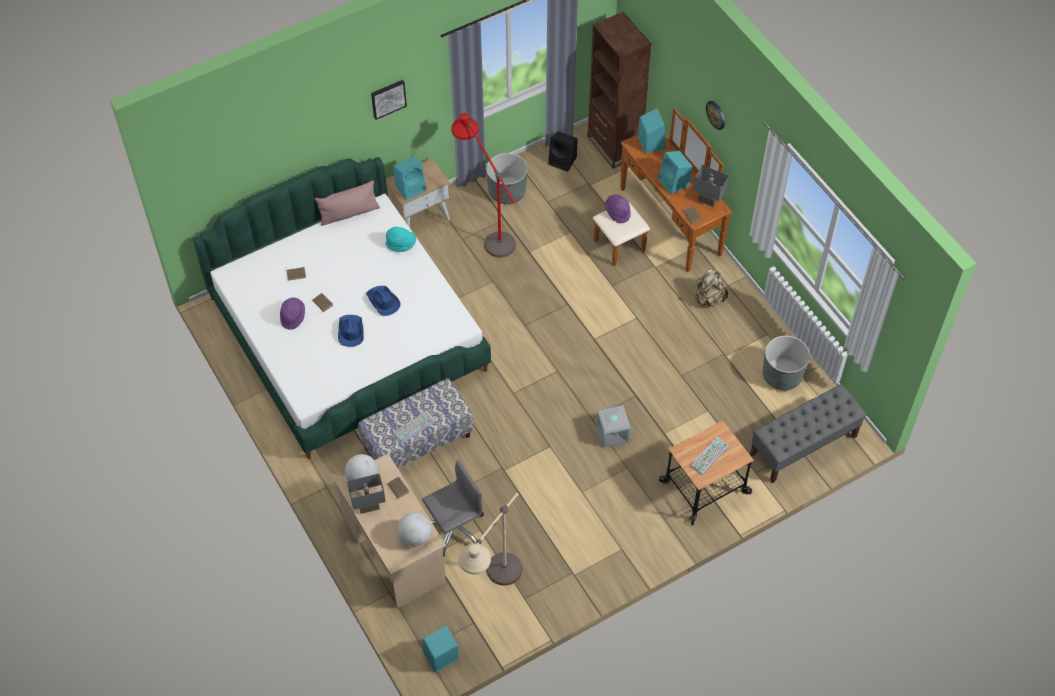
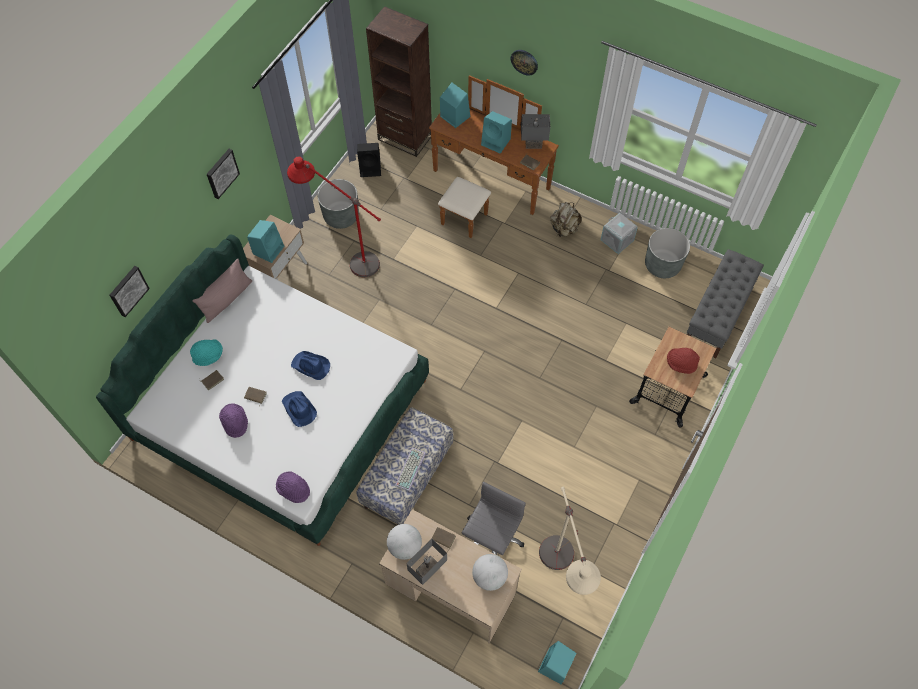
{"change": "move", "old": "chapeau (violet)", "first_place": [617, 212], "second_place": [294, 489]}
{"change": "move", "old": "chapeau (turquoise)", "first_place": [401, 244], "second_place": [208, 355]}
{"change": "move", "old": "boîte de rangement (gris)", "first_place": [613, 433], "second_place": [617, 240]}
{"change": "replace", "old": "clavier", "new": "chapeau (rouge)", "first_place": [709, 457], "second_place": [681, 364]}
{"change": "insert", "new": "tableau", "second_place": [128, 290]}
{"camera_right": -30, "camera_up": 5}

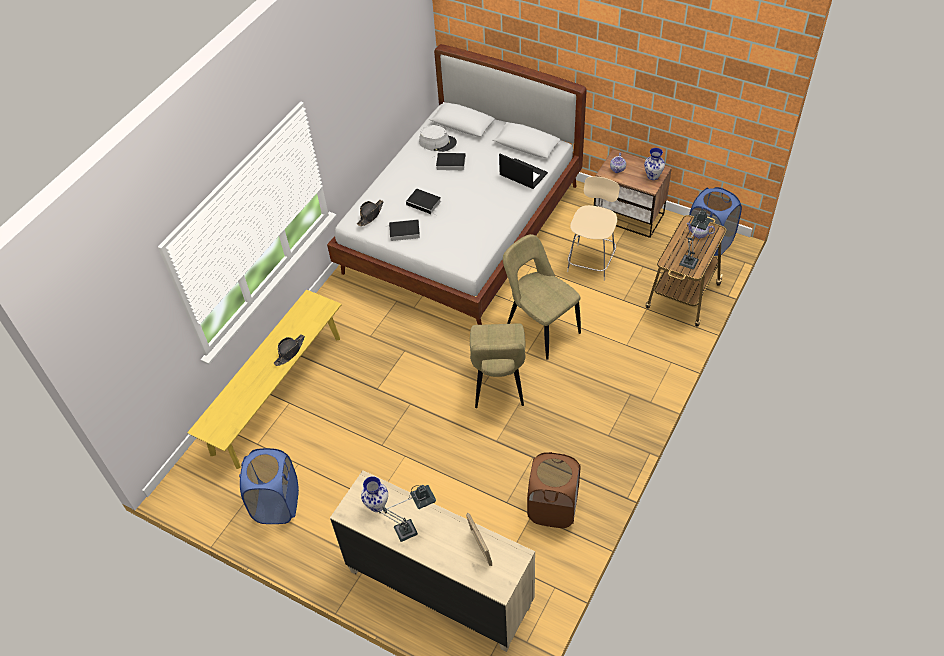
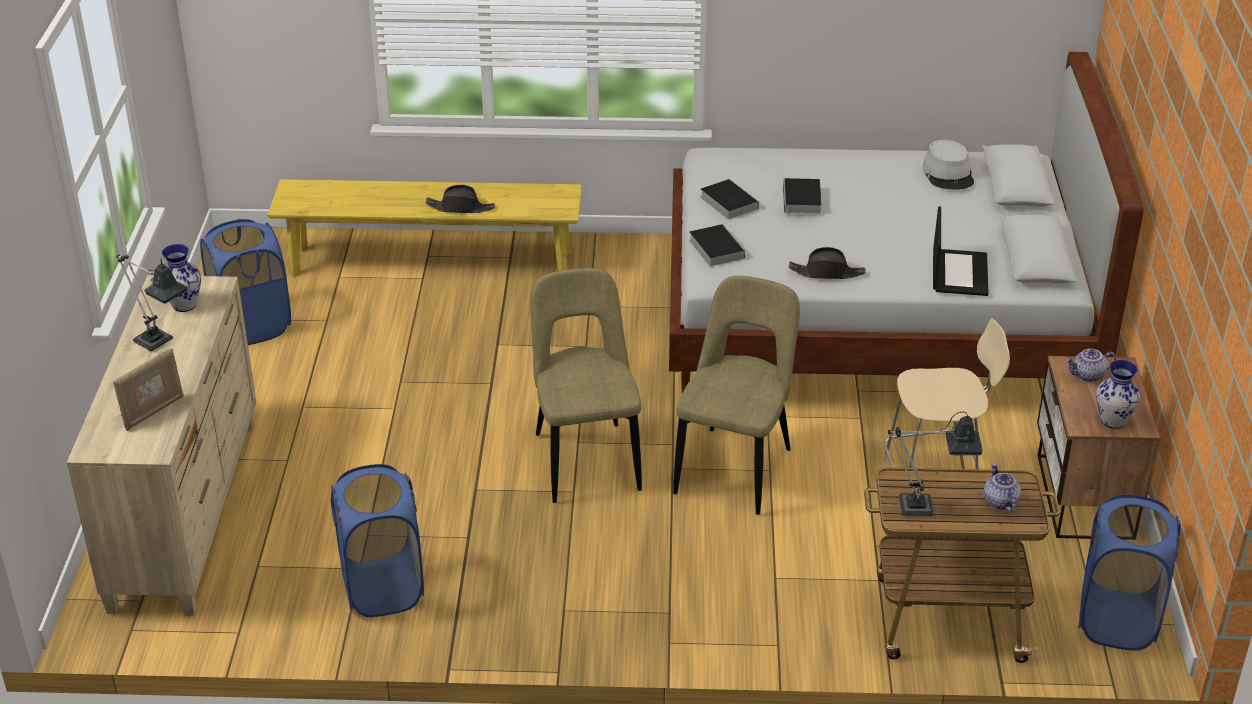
{"change": "move", "old": "livre", "first_place": [450, 163], "second_place": [715, 248]}
{"change": "move", "old": "chapeau (noir)", "first_place": [370, 215], "second_place": [827, 273]}
{"change": "rotate", "old": "chaise (beige)", "first_place": [498, 385], "second_place": [585, 458], "degrees": 105}
{"change": "recolor", "old": "panier à linge (marron)", "new": "panier à linge (bleu)", "first_place": [553, 508], "second_place": [383, 588]}
{"camera_right": 60, "camera_up": -15}

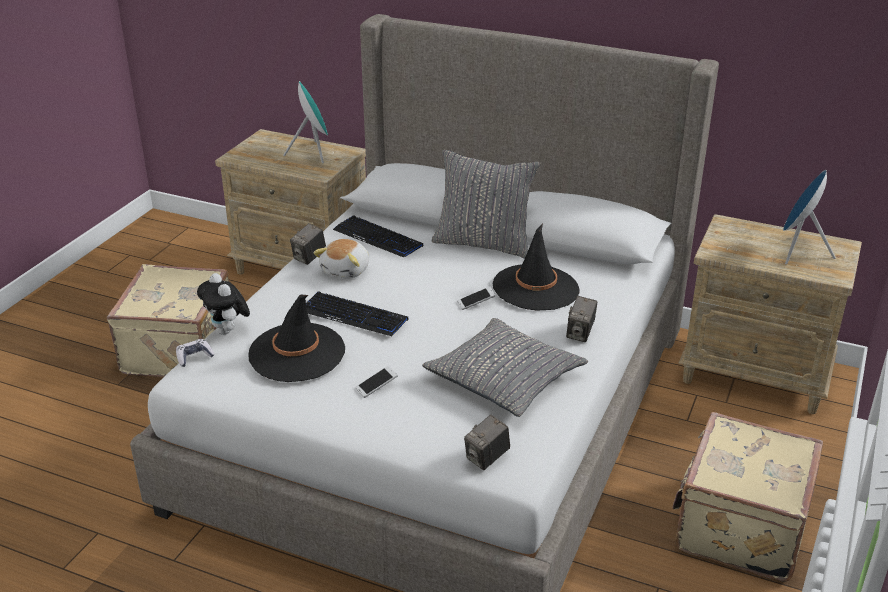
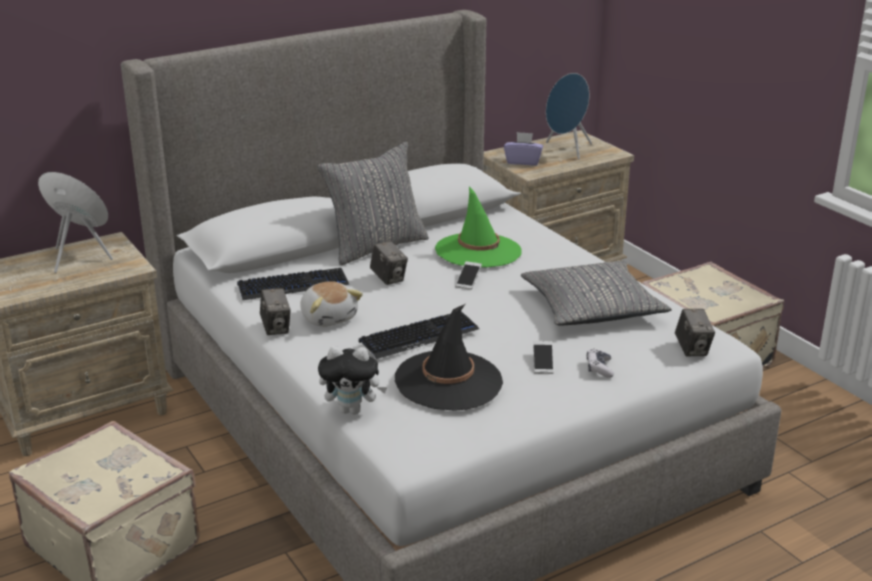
{"change": "recolor", "old": "chapeau (noir)", "new": "chapeau (vert)", "first_place": [536, 288], "second_place": [478, 251]}
{"change": "move", "old": "appareil photo", "first_place": [580, 334], "second_place": [388, 278]}
{"change": "move", "old": "manette", "first_place": [194, 357], "second_place": [599, 368]}
{"change": "insert", "new": "boîte à mouchoirs (violet)", "second_place": [523, 161]}
{"camera_right": -55, "camera_up": -5}

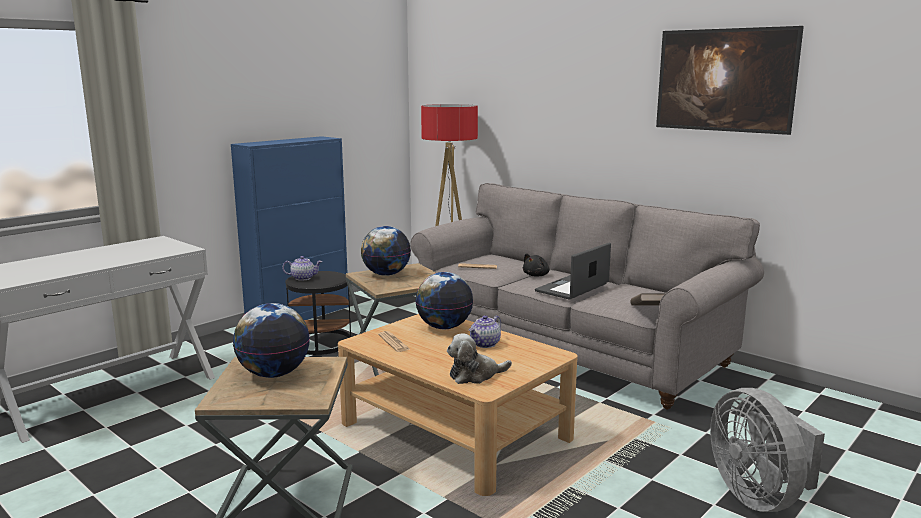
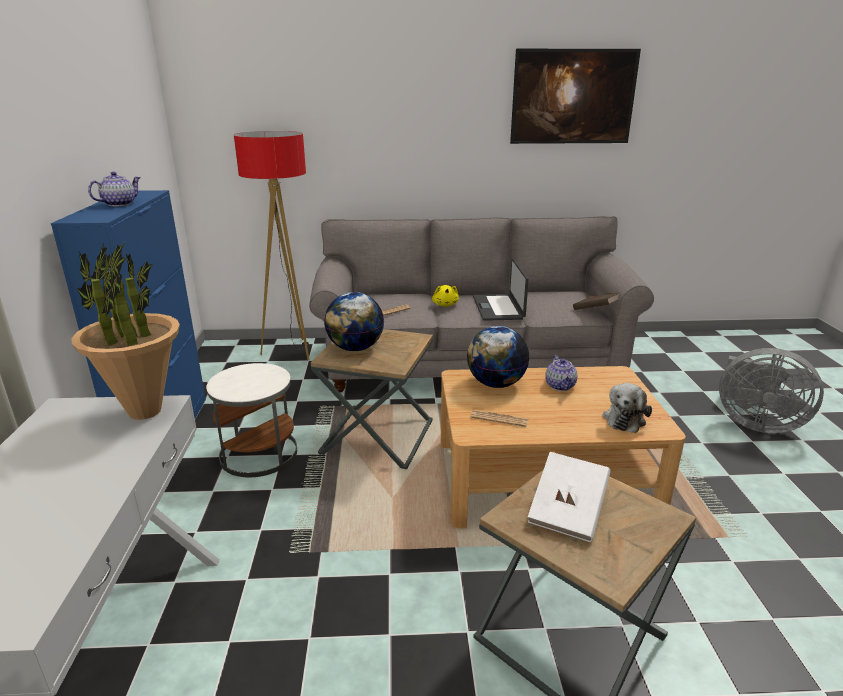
{"change": "recolor", "old": "peluche (noir)", "new": "peluche (jaune)", "first_place": [536, 275], "second_place": [445, 305]}
{"change": "move", "old": "théière", "first_place": [303, 278], "second_place": [119, 204]}
{"change": "recolor", "old": "table d'appoint (noir)", "new": "table d'appoint (blanc)", "first_place": [320, 343], "second_place": [258, 454]}
{"change": "replace", "old": "globe", "new": "livre (blanc)", "first_place": [274, 374], "second_place": [567, 512]}
{"change": "insert", "new": "plante en pot", "second_place": [144, 411]}
{"camera_right": -45, "camera_up": 10}

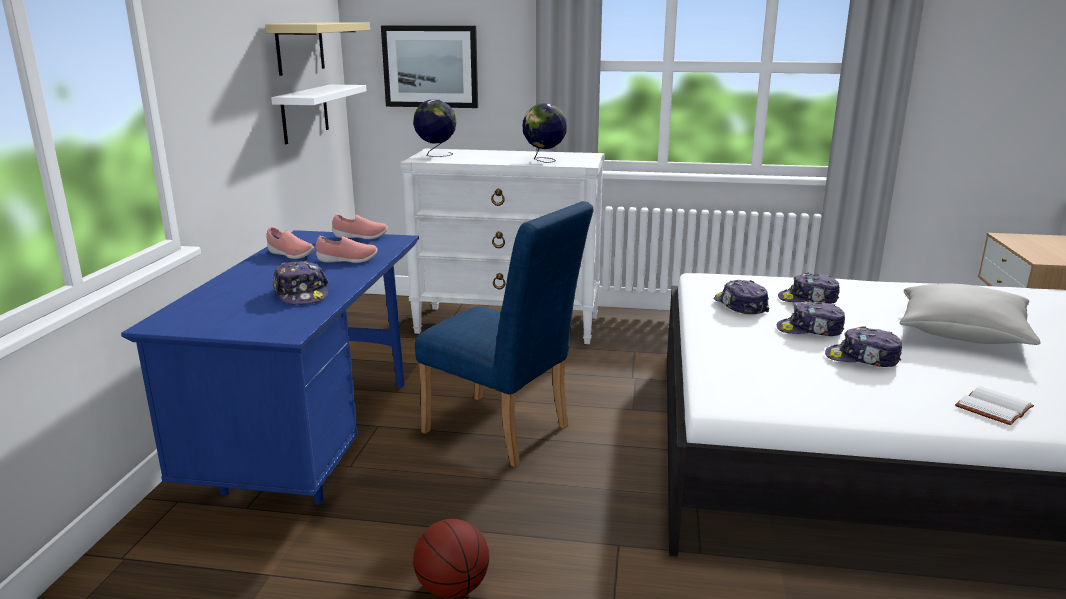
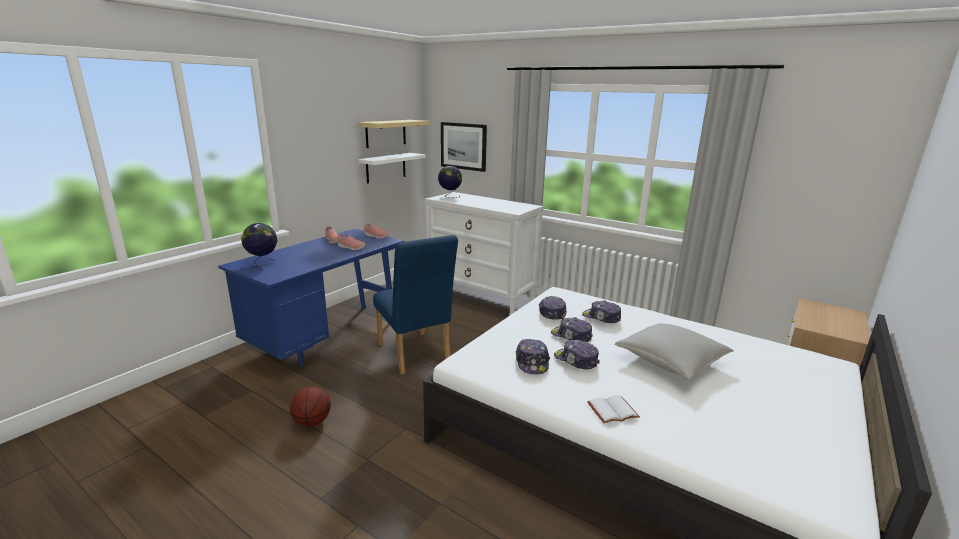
{"change": "move", "old": "globe", "first_place": [544, 161], "second_place": [262, 263]}
{"change": "move", "old": "casquette", "first_place": [302, 294], "second_place": [532, 362]}
{"camera_right": 25, "camera_up": 0}

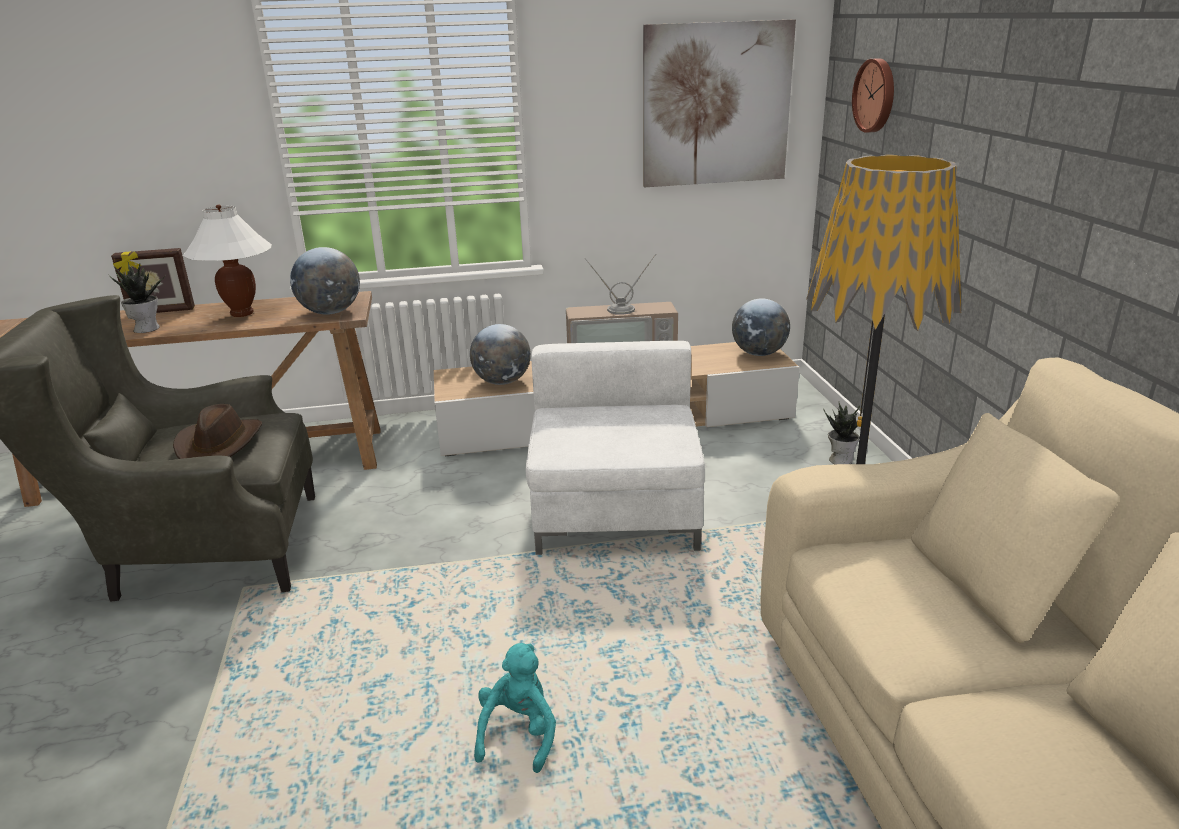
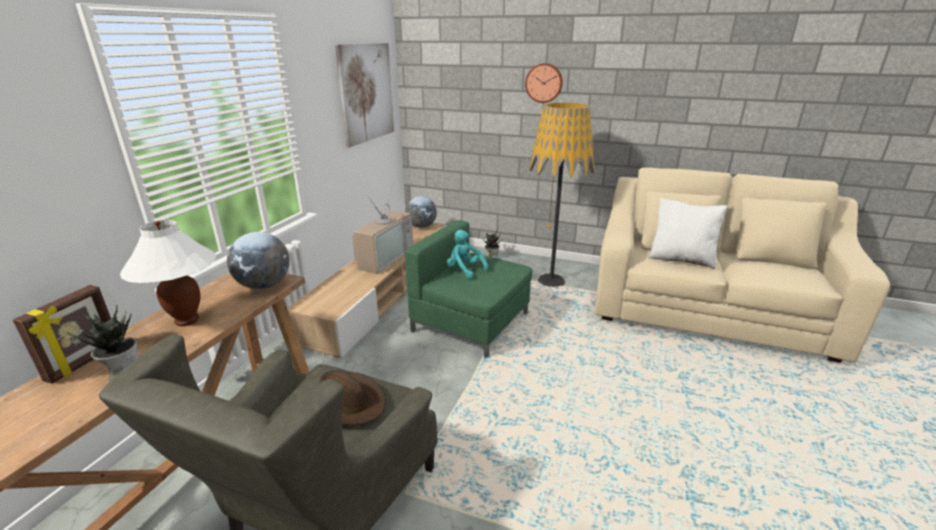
{"change": "move", "old": "horloge murale", "first_place": [876, 95], "second_place": [544, 83]}
{"change": "delete", "old": "globe", "first_place": [502, 382]}
{"change": "recolor", "old": "fauteuil (blanc)", "new": "fauteuil (vert)", "first_place": [614, 512], "second_place": [471, 323]}
{"change": "move", "old": "peluche (turquoise)", "first_place": [518, 733], "second_place": [465, 270]}
{"change": "insert", "new": "coussin (blanc)", "second_place": [680, 259]}
{"camera_right": -60, "camera_up": 0}

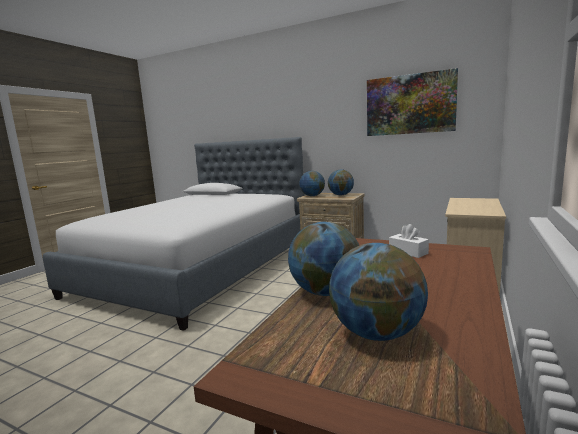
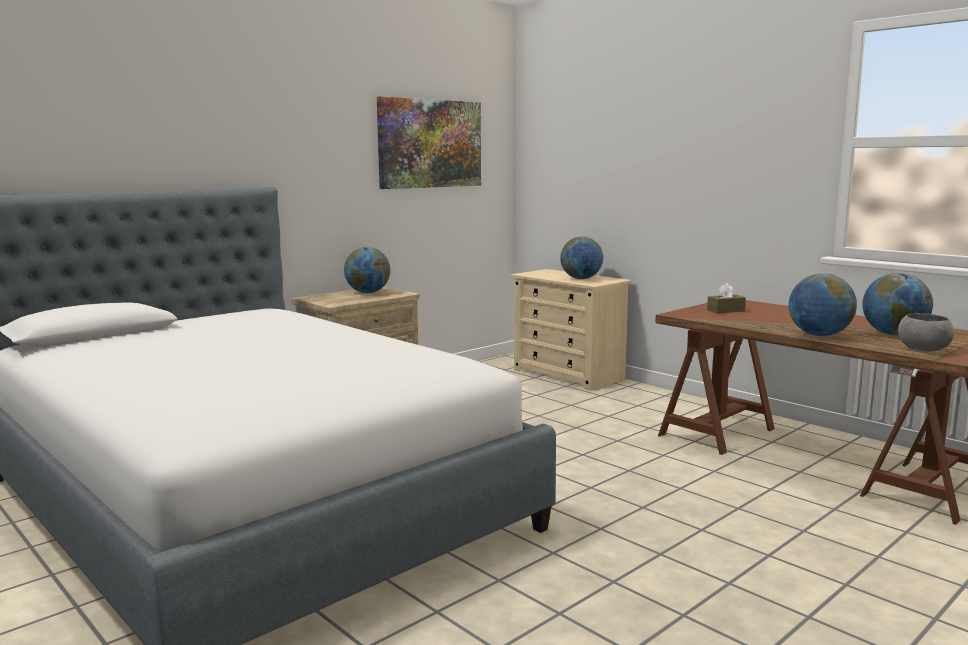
{"change": "move", "old": "globe", "first_place": [312, 196], "second_place": [581, 279]}
{"change": "recolor", "old": "boîte à mouchoirs (blanc)", "new": "boîte à mouchoirs (marron)", "first_place": [408, 252], "second_place": [725, 310]}
{"change": "insert", "new": "bol (gris)", "second_place": [923, 349]}
{"camera_right": -70, "camera_up": 0}

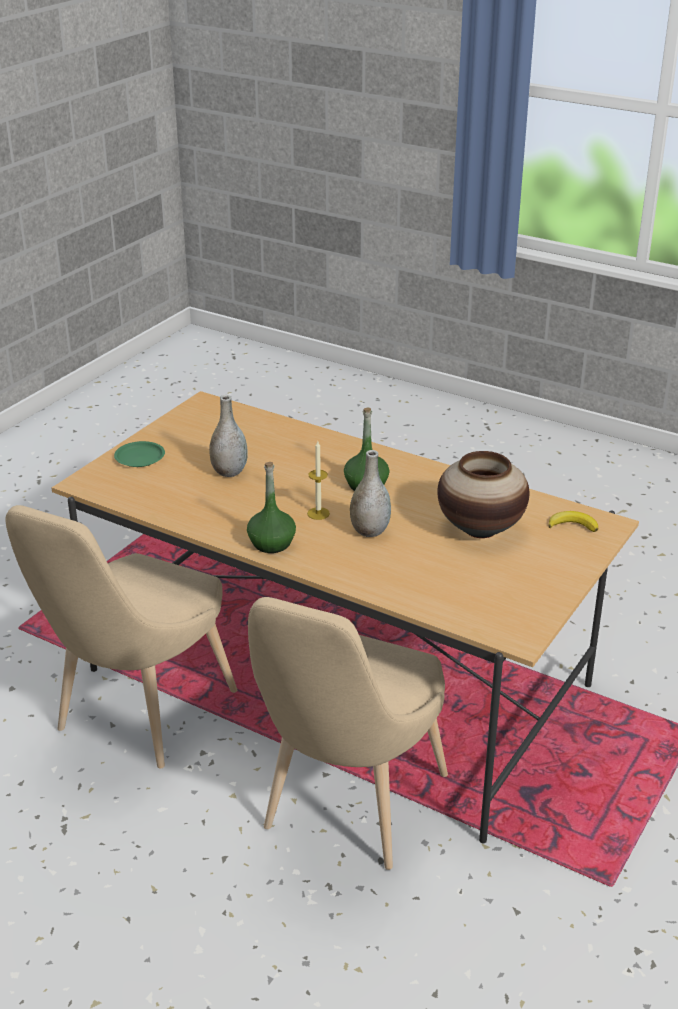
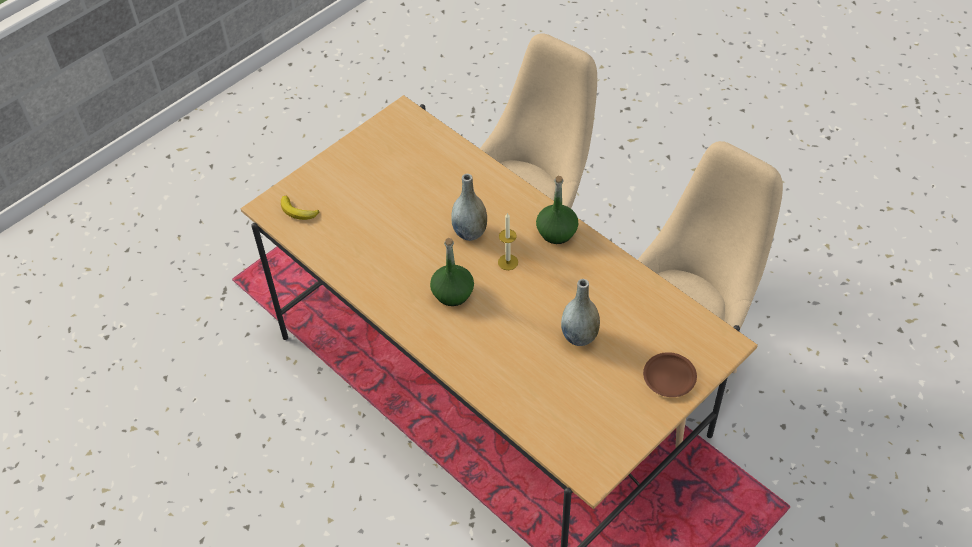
{"change": "recolor", "old": "assiette (vert)", "new": "assiette (marron)", "first_place": [140, 457], "second_place": [669, 377]}
{"change": "delete", "old": "vase", "first_place": [481, 529]}
{"camera_right": -165, "camera_up": 20}

